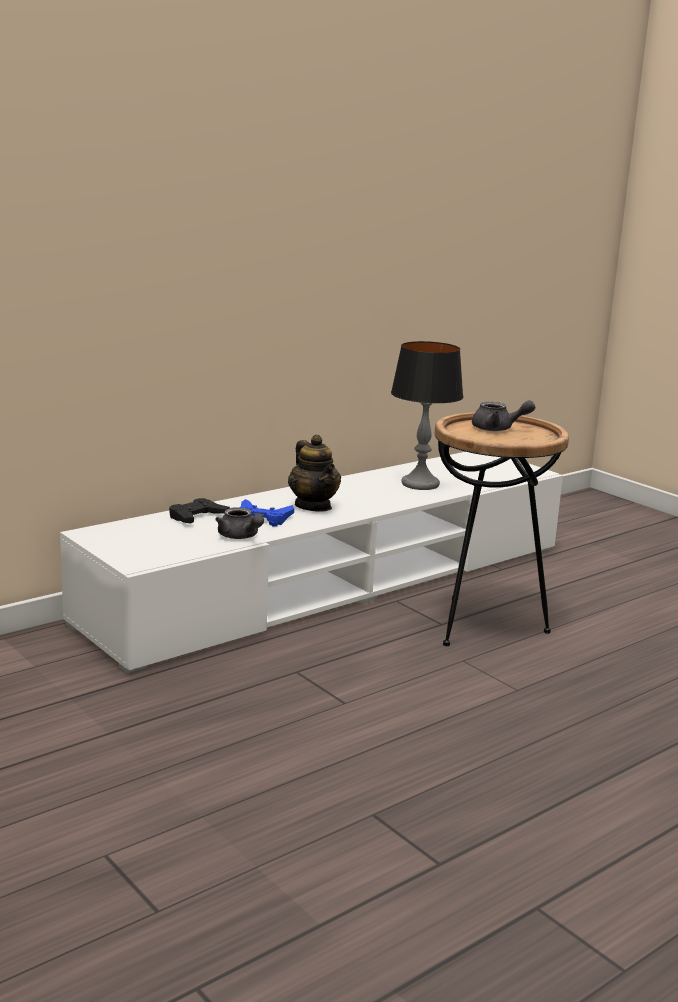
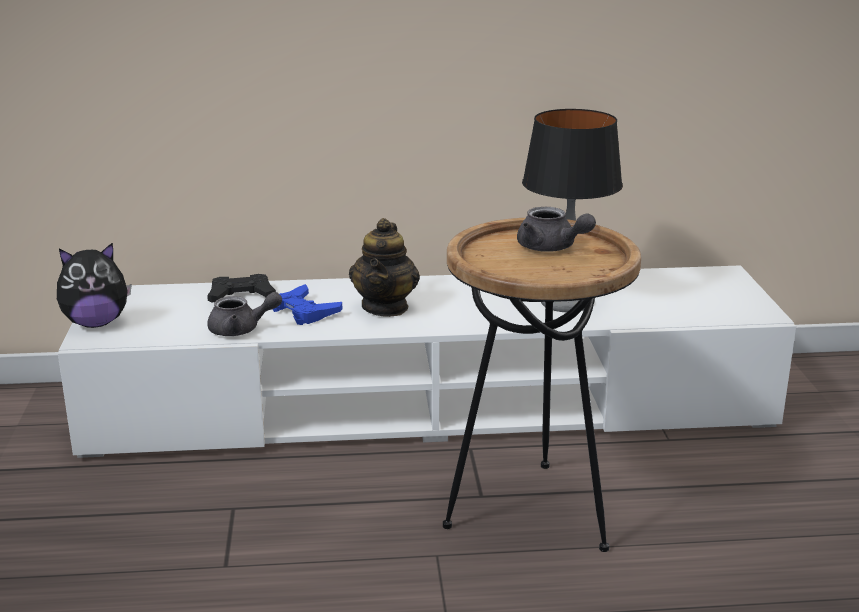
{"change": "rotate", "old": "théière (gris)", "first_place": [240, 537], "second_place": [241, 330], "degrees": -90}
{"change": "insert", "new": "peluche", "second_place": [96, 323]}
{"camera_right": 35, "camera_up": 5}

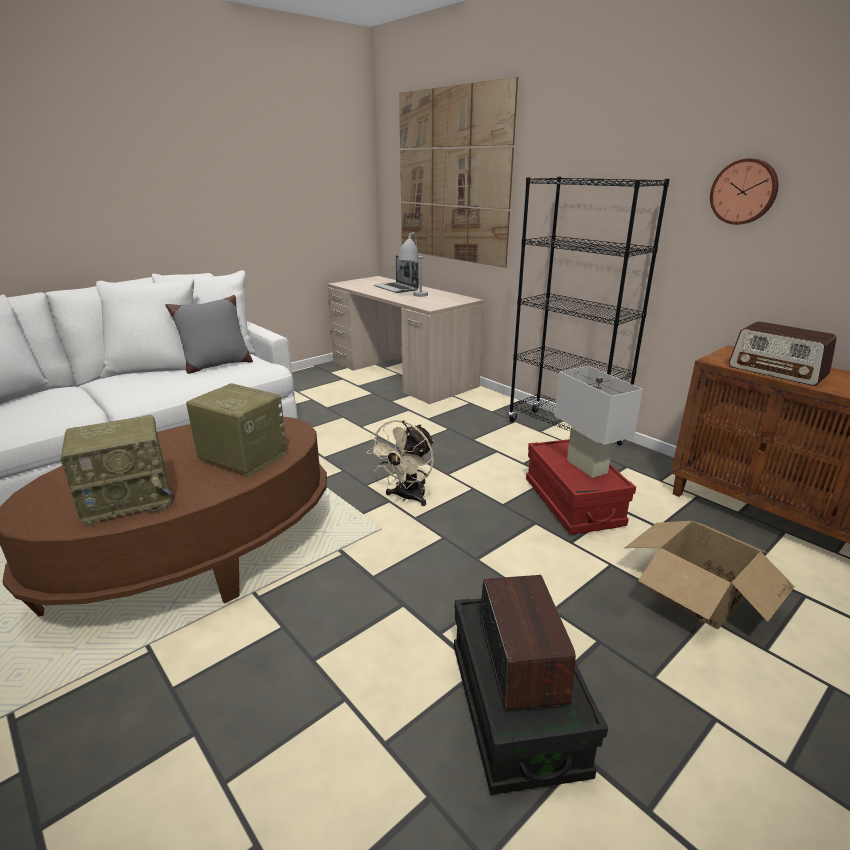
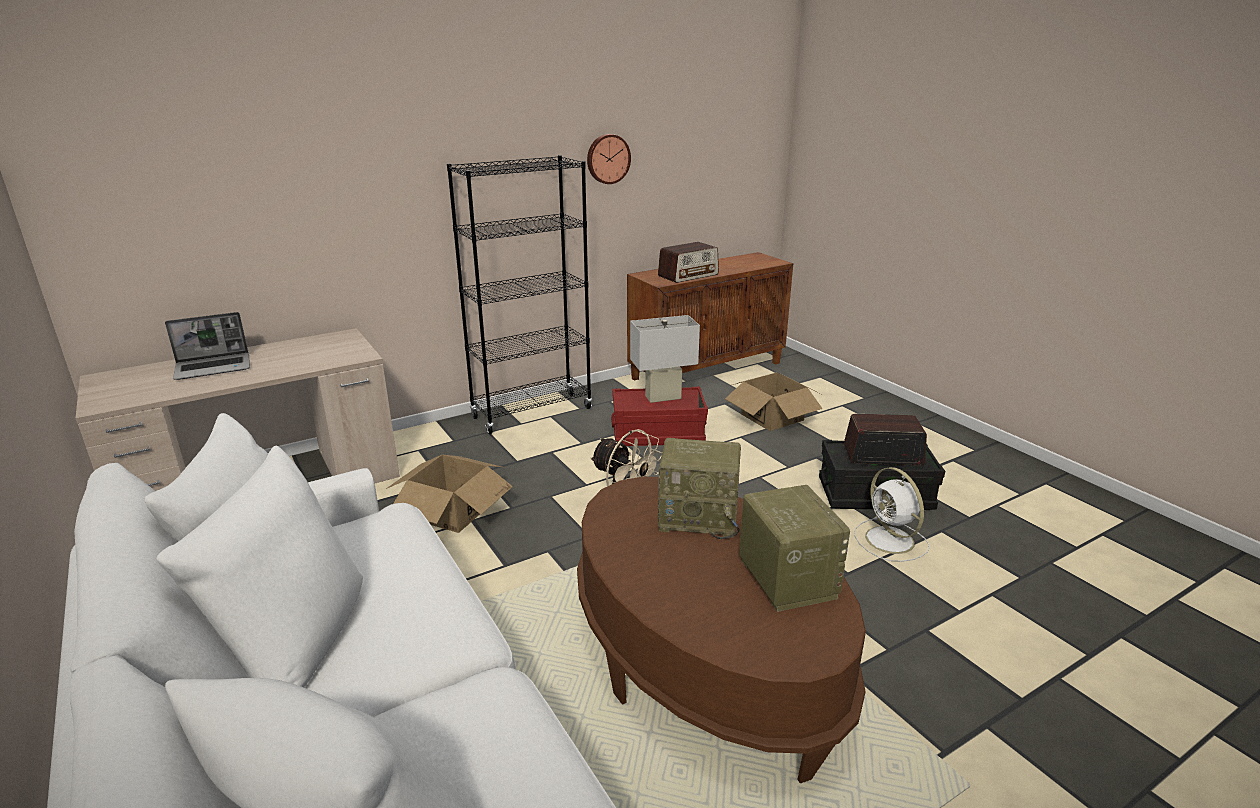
{"change": "delete", "old": "tableau", "first_place": [452, 177]}
{"change": "delete", "old": "lampe de table (gris)", "first_place": [413, 298]}
{"change": "delete", "old": "coussin (gris)", "first_place": [216, 365]}
{"change": "rotate", "old": "radio", "first_place": [241, 458], "second_place": [699, 517], "degrees": -120}
{"change": "insert", "new": "carton", "second_place": [452, 511]}
{"change": "insert", "new": "ventilateur (blanc)", "second_place": [891, 541]}
{"camera_right": -80, "camera_up": 0}

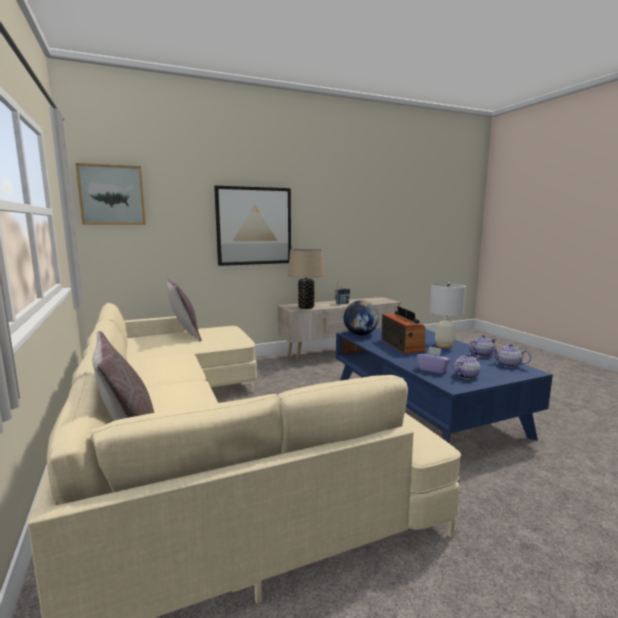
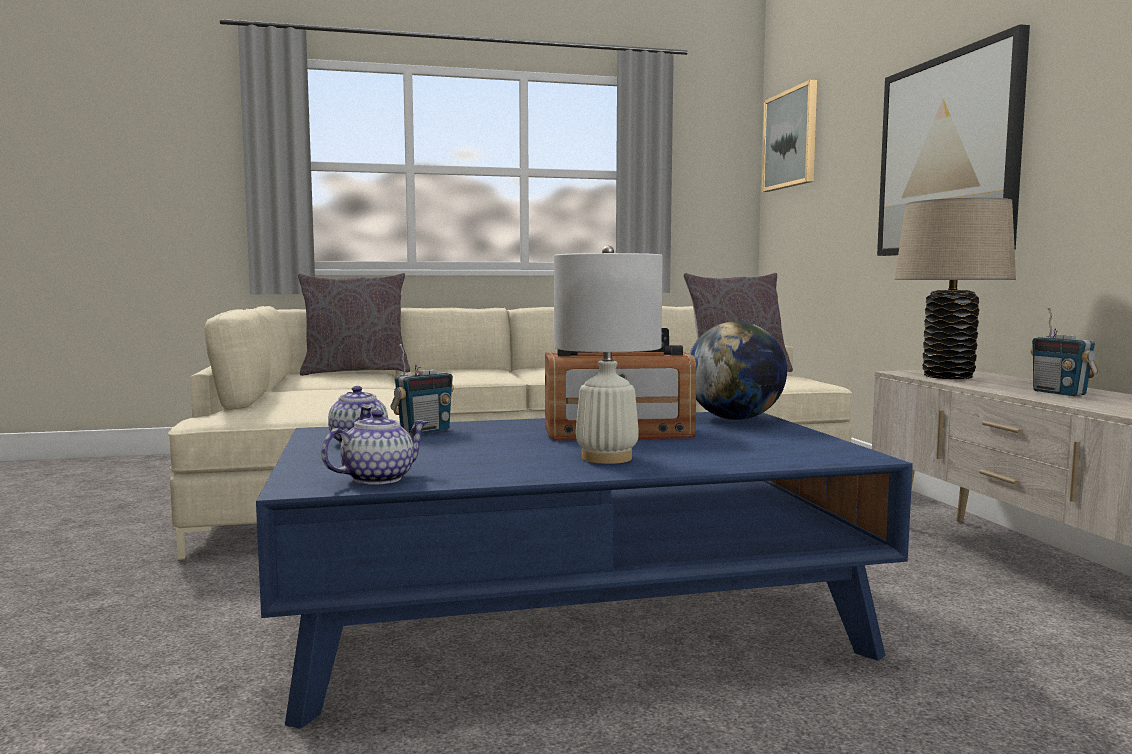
{"change": "delete", "old": "théière", "first_place": [481, 354]}
{"change": "replace", "old": "boîte à mouchoirs (violet)", "new": "radio", "first_place": [432, 369], "second_place": [424, 431]}
{"camera_right": 100, "camera_up": -5}

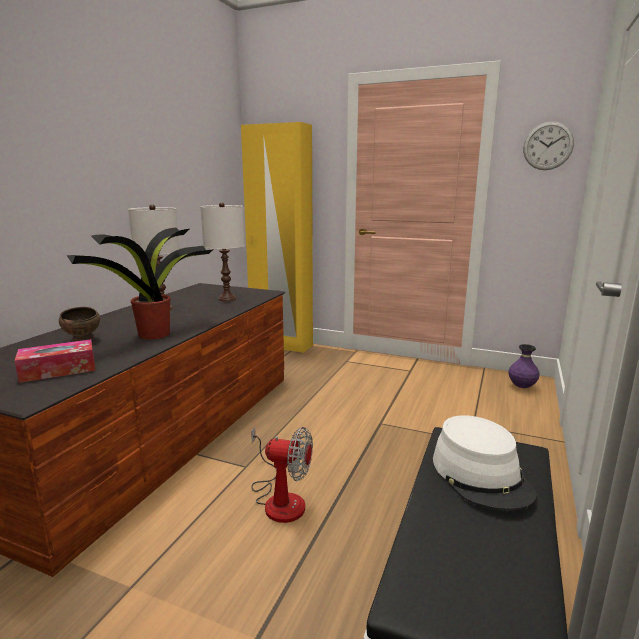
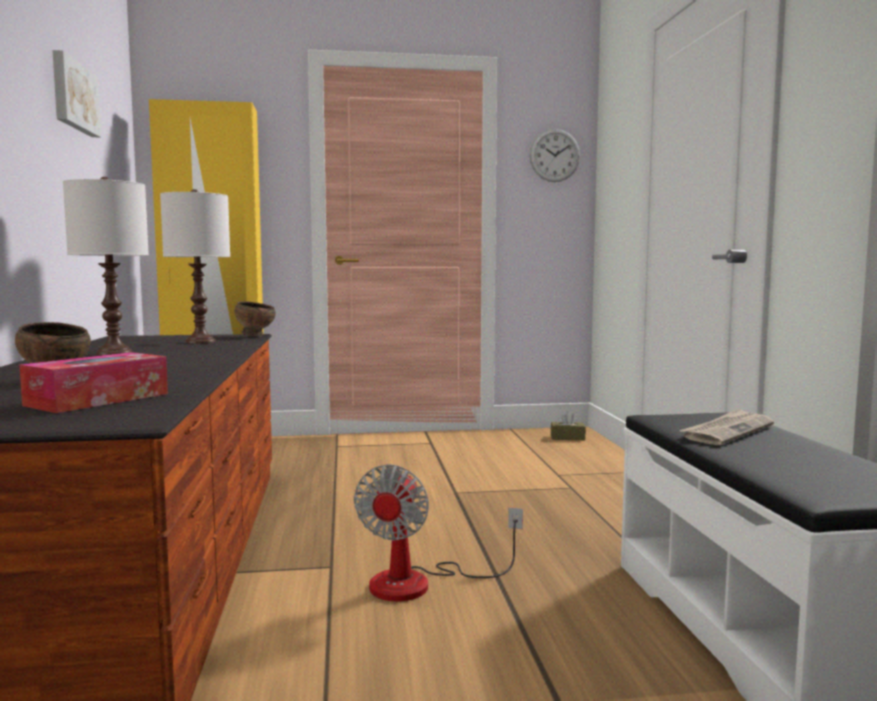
{"change": "delete", "old": "plante en pot", "first_place": [156, 334]}
{"change": "replace", "old": "vase (violet)", "new": "boîte à mouchoirs (marron)", "first_place": [522, 387], "second_place": [567, 438]}
{"change": "replace", "old": "chapeau (blanc)", "new": "journal", "first_place": [481, 475], "second_place": [727, 431]}
{"change": "rotate", "old": "ventilateur", "first_place": [279, 499], "second_place": [420, 583], "degrees": 120}
{"change": "insert", "new": "tableau", "second_place": [73, 96]}
{"change": "insert", "new": "bol (marron)", "second_place": [255, 336]}
{"camera_right": -30, "camera_up": -10}

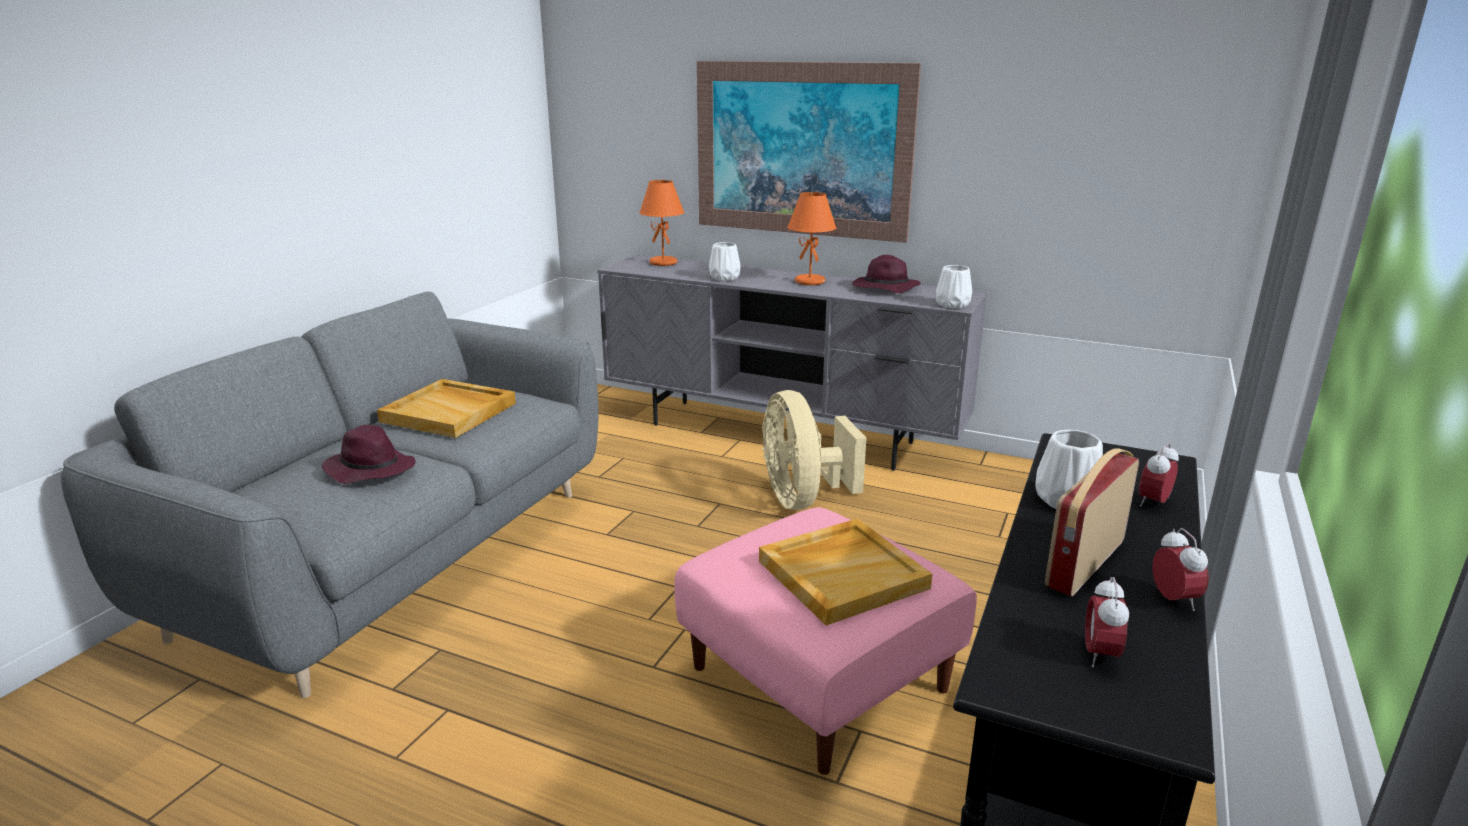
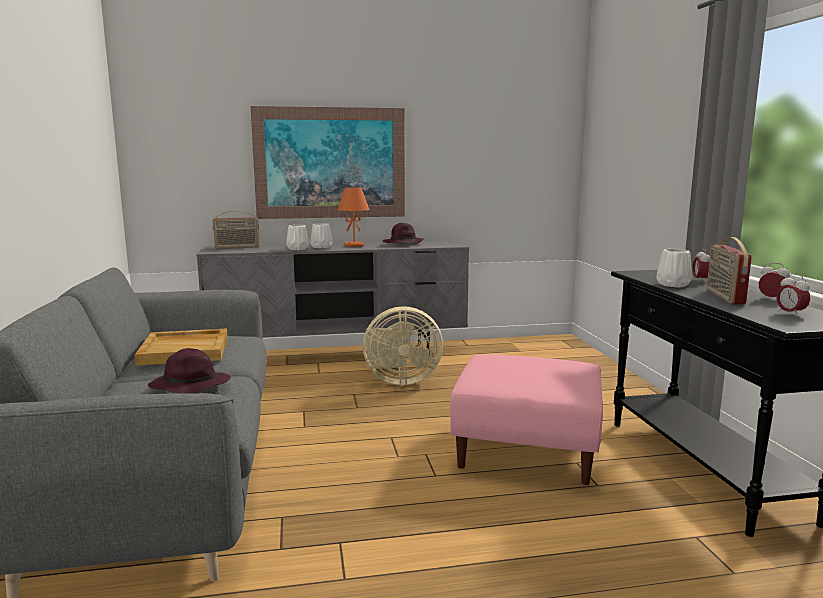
{"change": "replace", "old": "lampe de table (orange)", "new": "radio", "first_place": [664, 263], "second_place": [237, 247]}
{"change": "move", "old": "vase (blanc)", "first_place": [951, 305], "second_place": [321, 247]}
{"change": "rotate", "old": "ventilateur (beige)", "first_place": [802, 499], "second_place": [399, 380], "degrees": -45}
{"change": "delete", "old": "plateau (beige)", "first_place": [843, 574]}
{"camera_right": -35, "camera_up": -10}

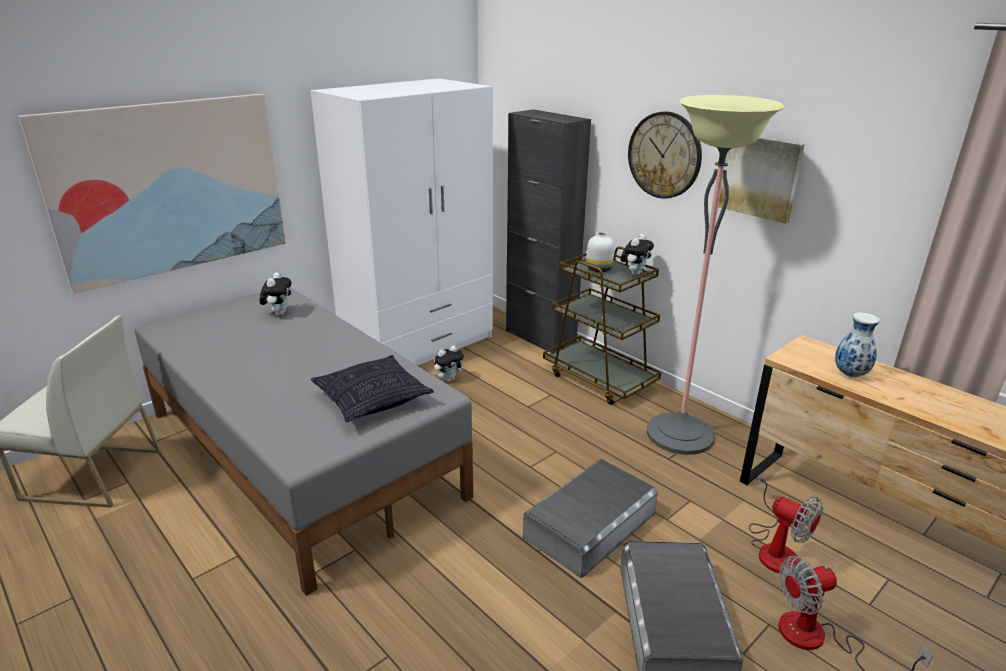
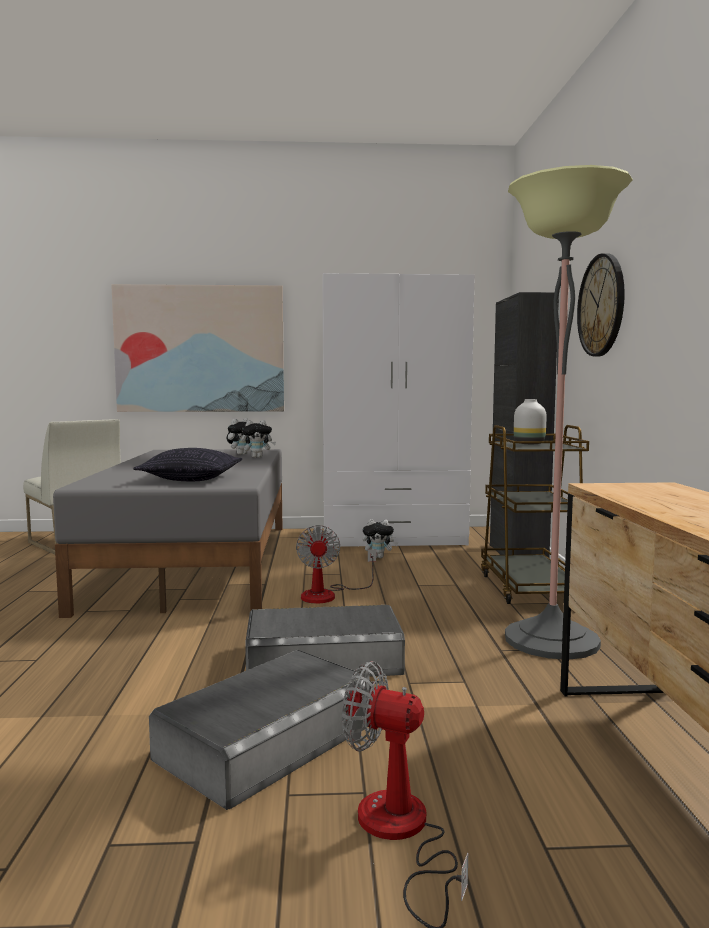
{"change": "delete", "old": "tableau", "first_place": [760, 176]}
{"change": "move", "old": "peluche", "first_place": [635, 273], "second_place": [257, 457]}
{"change": "delete", "old": "vase", "first_place": [851, 374]}
{"change": "move", "old": "ventilateur", "first_place": [774, 548], "second_place": [328, 594]}
{"camera_right": 40, "camera_up": -20}

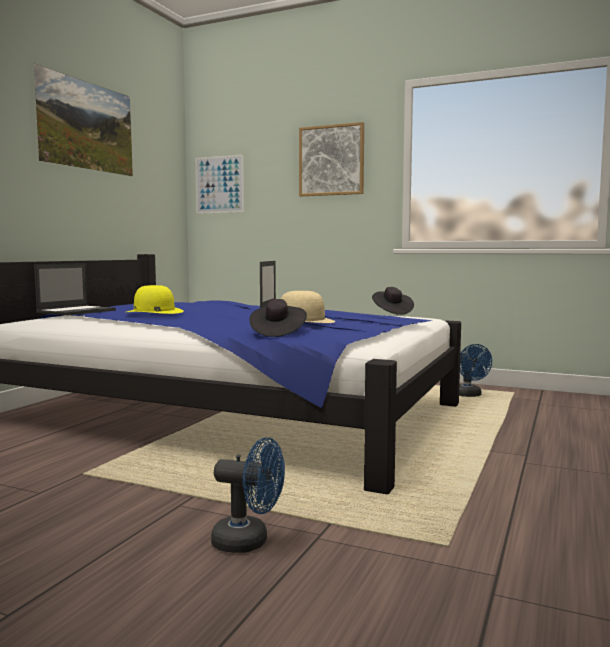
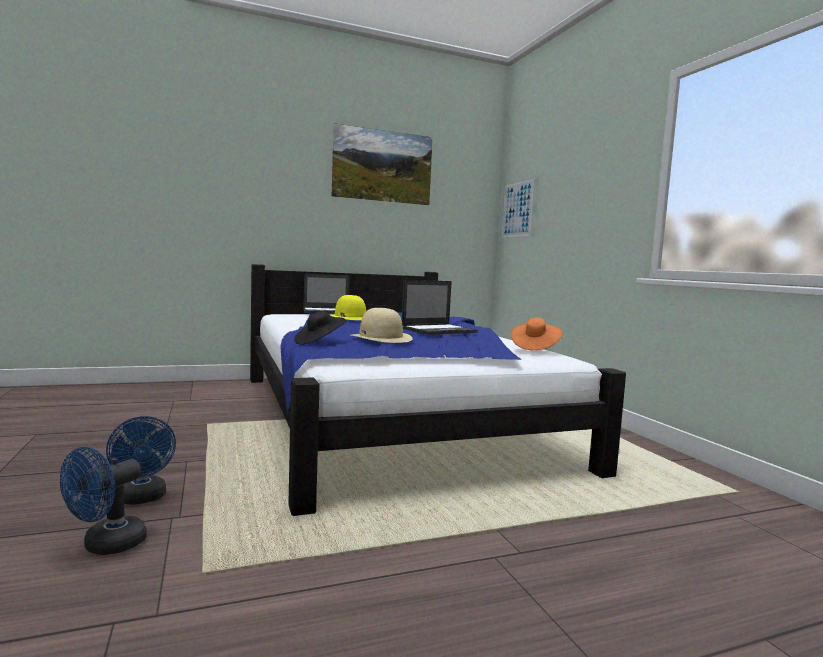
{"change": "delete", "old": "tableau", "first_place": [331, 160]}
{"change": "recolor", "old": "chapeau (noir)", "new": "chapeau (orange)", "first_place": [392, 312], "second_place": [534, 347]}
{"change": "move", "old": "ventilateur (bleu)", "first_place": [469, 395], "second_place": [106, 546]}
{"camera_right": 45, "camera_up": 0}

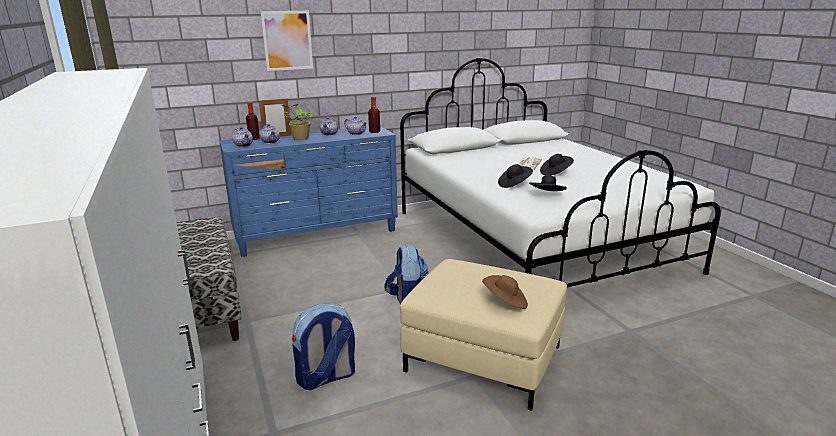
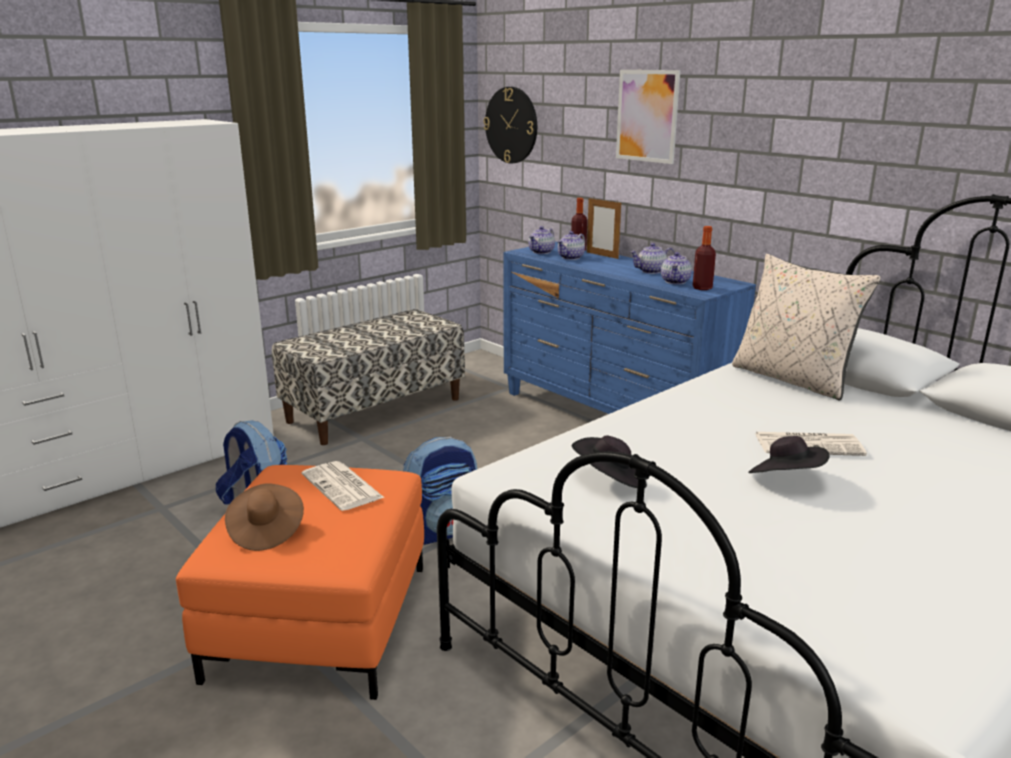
{"change": "delete", "old": "plante en pot", "first_place": [299, 138]}
{"change": "delete", "old": "chapeau (noir)", "first_place": [514, 184]}
{"change": "recolor", "old": "pouf (beige)", "new": "pouf (orange)", "first_place": [482, 359], "second_place": [320, 620]}
{"change": "insert", "new": "horloge murale", "second_place": [511, 125]}
{"change": "insert", "new": "coussin (beige)", "second_place": [792, 379]}
{"change": "insert", "new": "journal", "second_place": [343, 487]}
{"camera_right": 70, "camera_up": 0}

